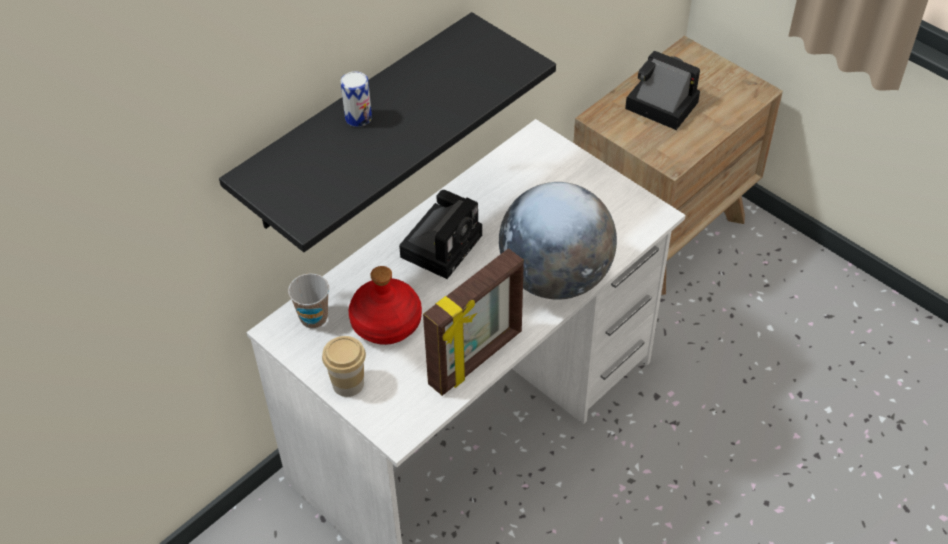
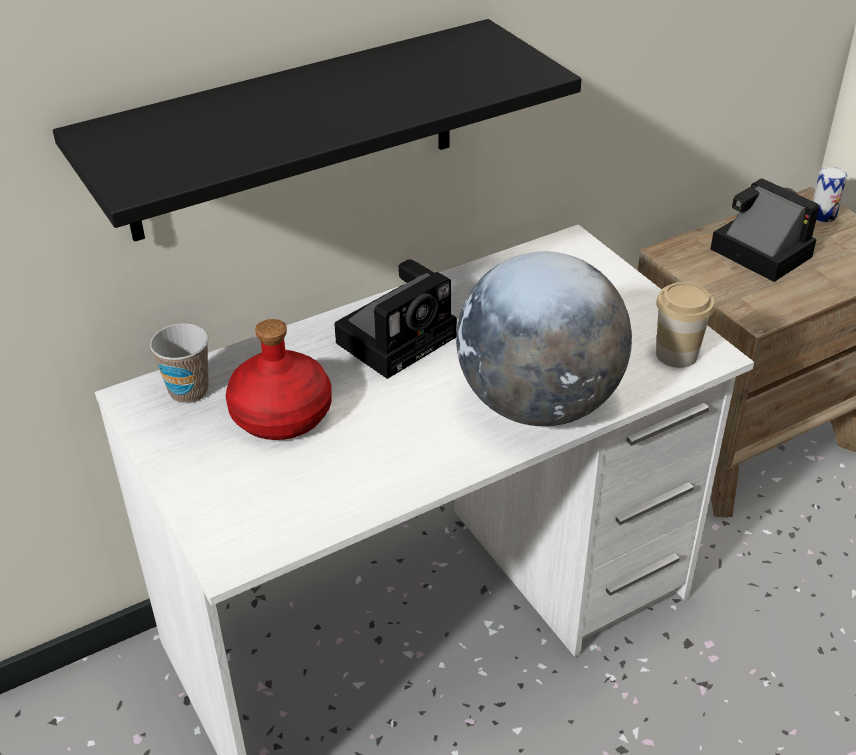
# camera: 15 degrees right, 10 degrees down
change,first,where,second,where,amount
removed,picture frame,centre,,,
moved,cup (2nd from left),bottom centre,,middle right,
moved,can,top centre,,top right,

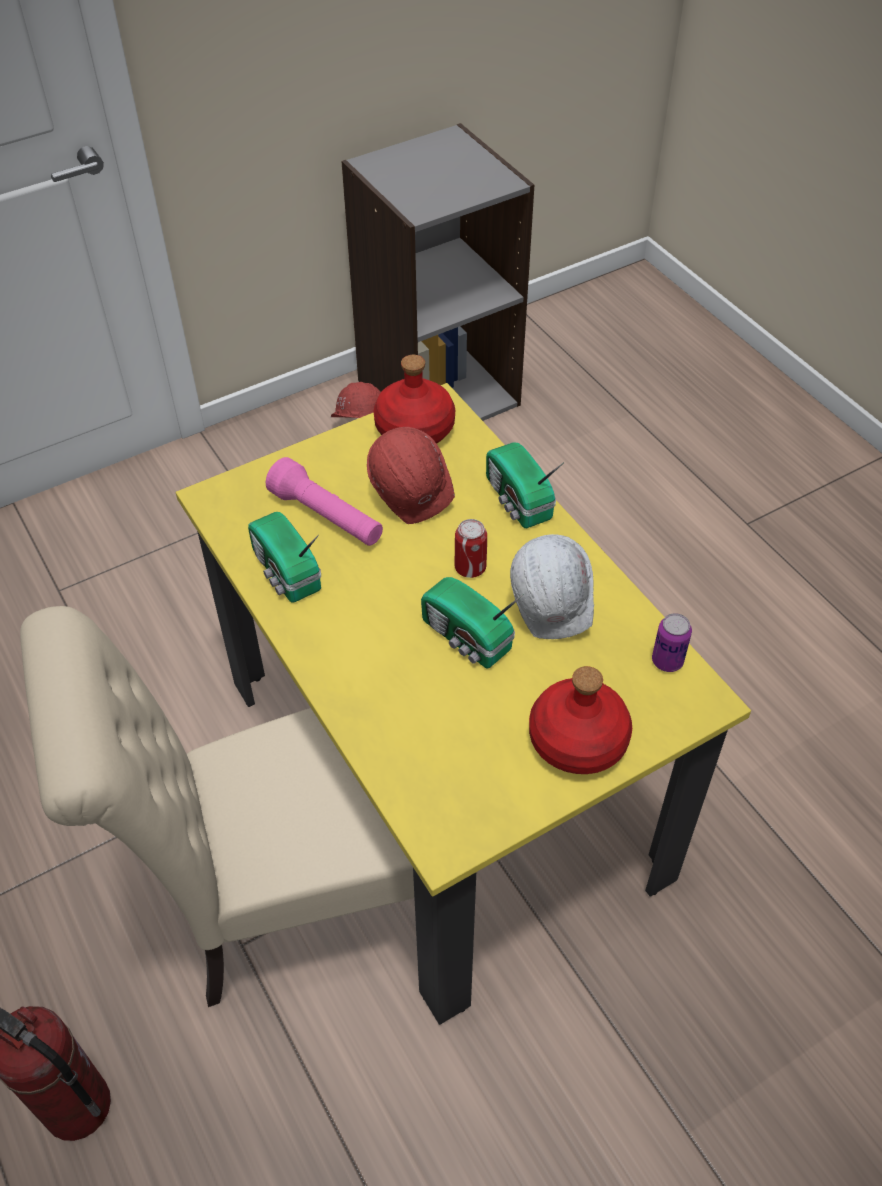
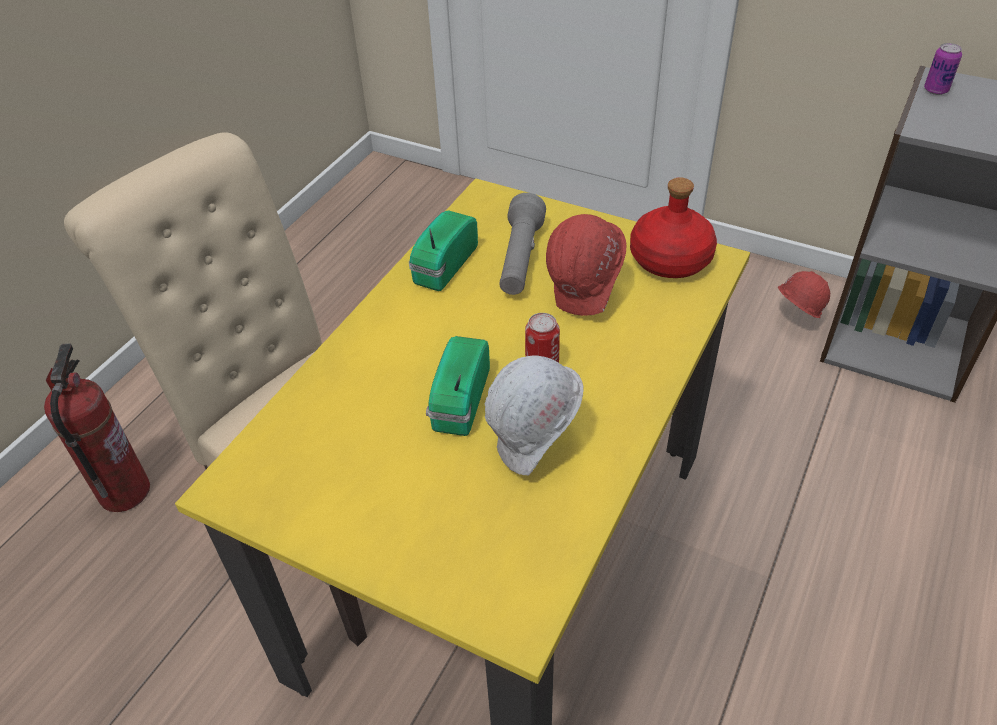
# camera: 60 degrees right, 5 degrees down
change,first,where,second,where,amount
removed,radio (3rd from left),centre,,,
removed,bottle (red) (2nd from left),centre,,,
moved,can (2nd from left),middle right,,top right,
recoloured,flashlight (pink),centre,flashlight (grey),centre,

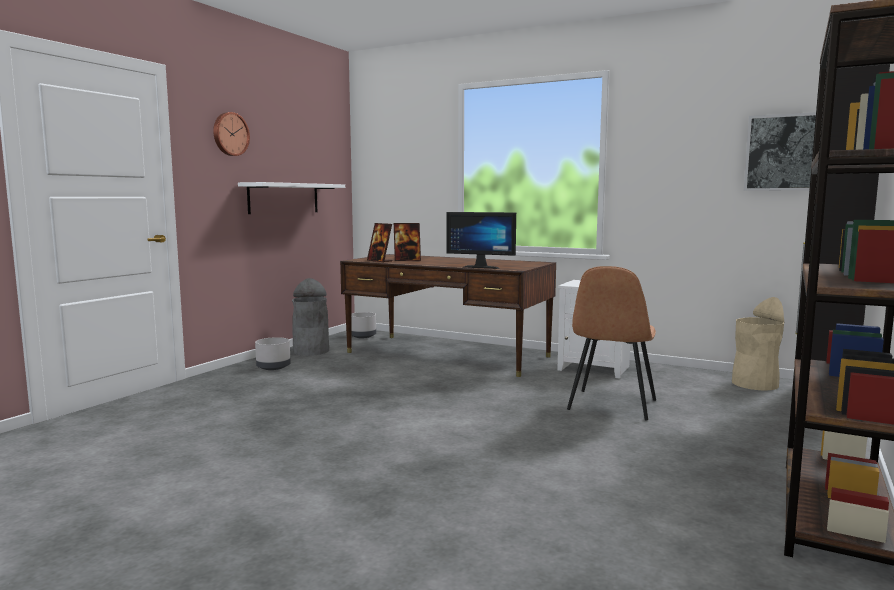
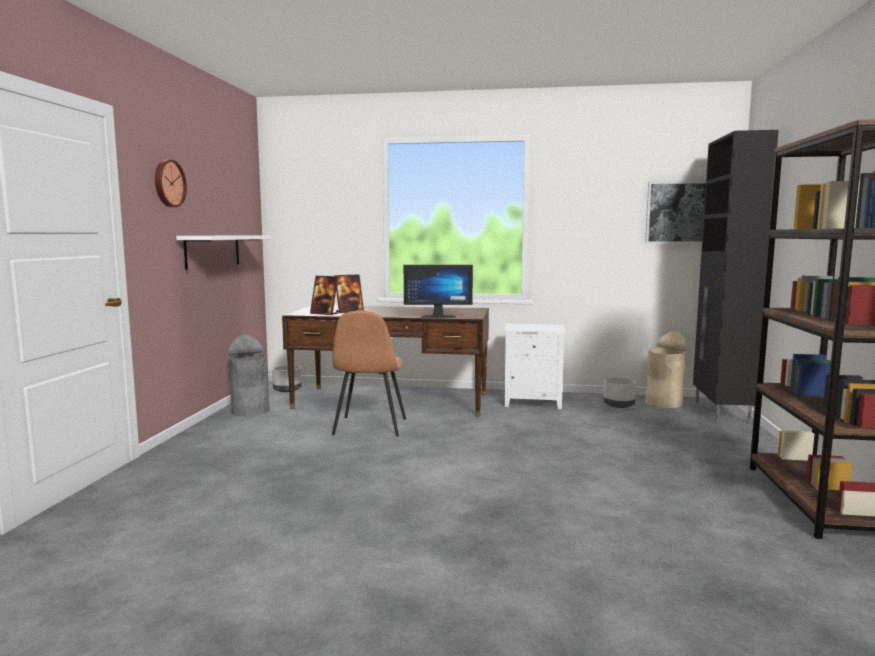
# camera: 20 degrees left, 0 degrees up
change,first,where,second,where,amount
moved,planter (grey) (1st from left in the first image),middle left,planter (grey) (2nd from left),middle right,
moved,chair (brown),middle right,,centre,

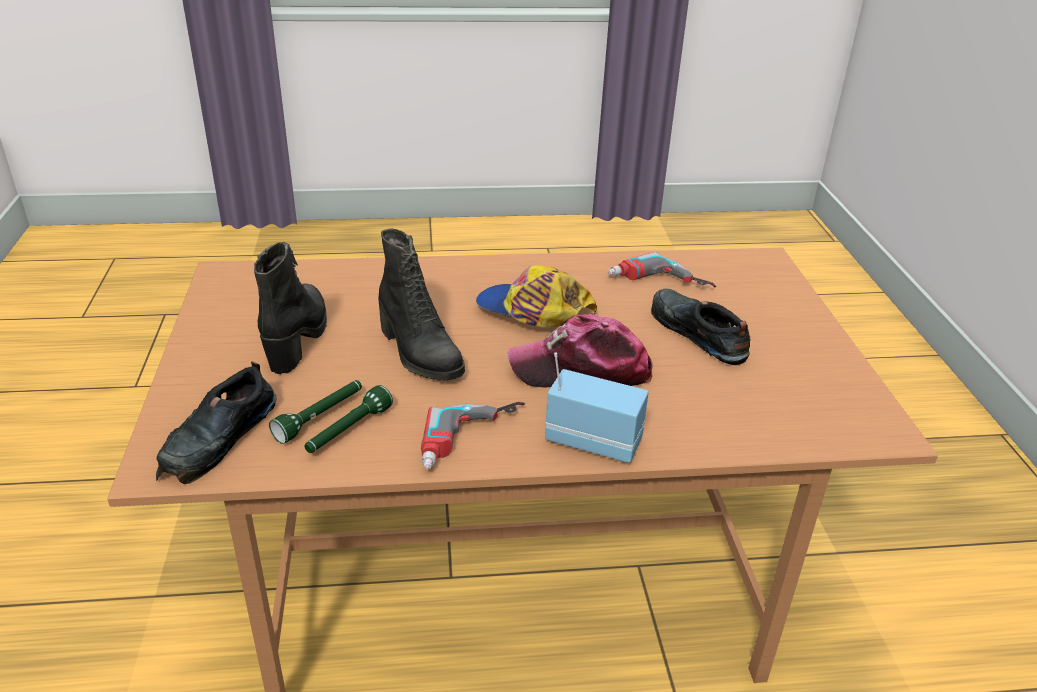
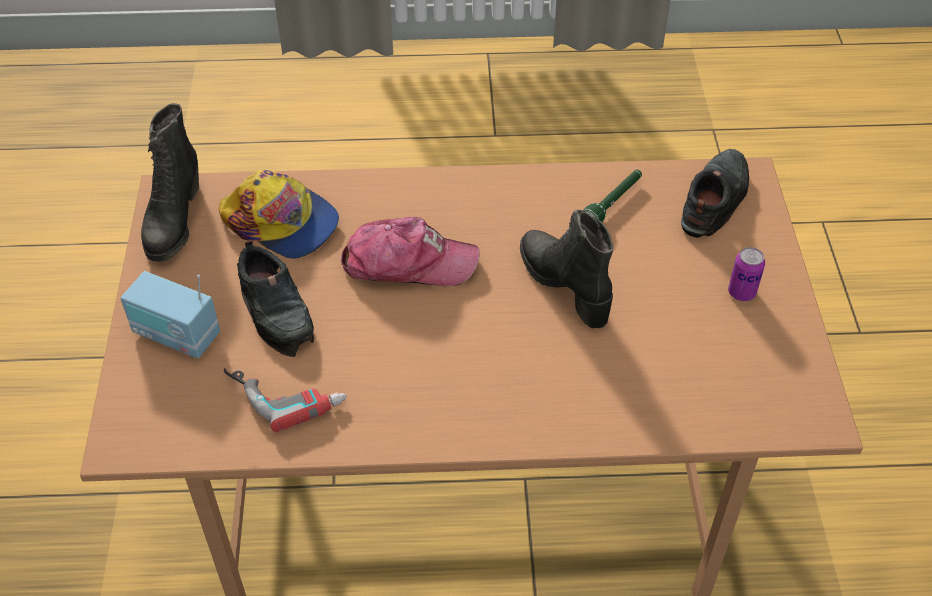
# camera: 175 degrees left, 15 degrees up
change,first,where,second,where,amount
removed,flashlight (green) (1st from left),middle left,,,
removed,power drill (1st from left),centre,,,
added,,,can,middle right,
moved,boot (black) (1st from left),middle left,,top left,
moved,cap (1st from left),centre,,middle left,
moved,radio,centre,,middle left,

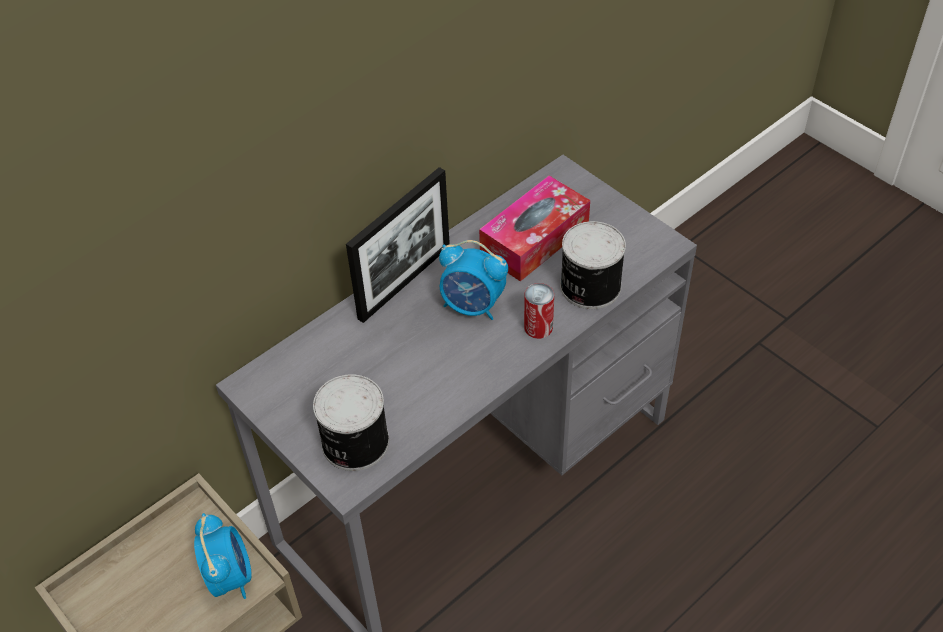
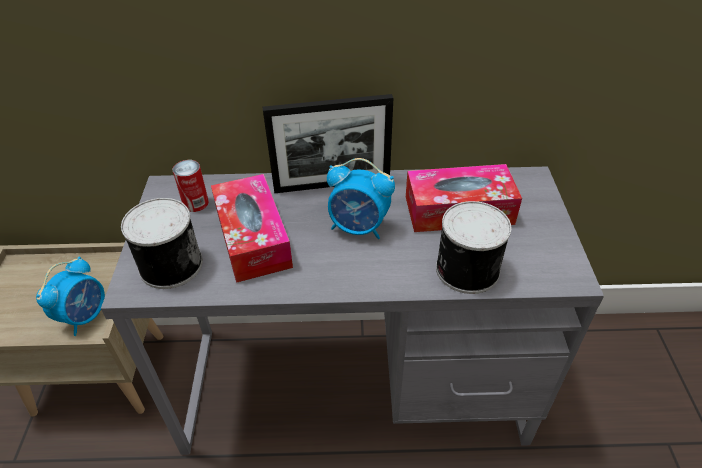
# camera: 40 degrees right, 5 degrees down
change,first,where,second,where,amount
added,,,tissue box (1st from left),centre,
moved,can (2nd from left),centre,,middle left,
turned,alarm clock (2nd from left),centre,,centre,45 degrees counterclockwise

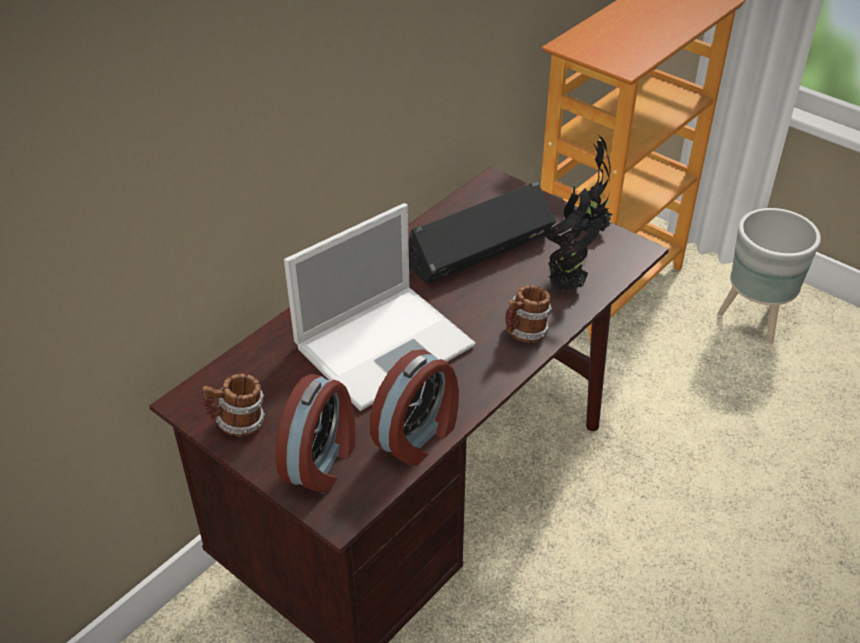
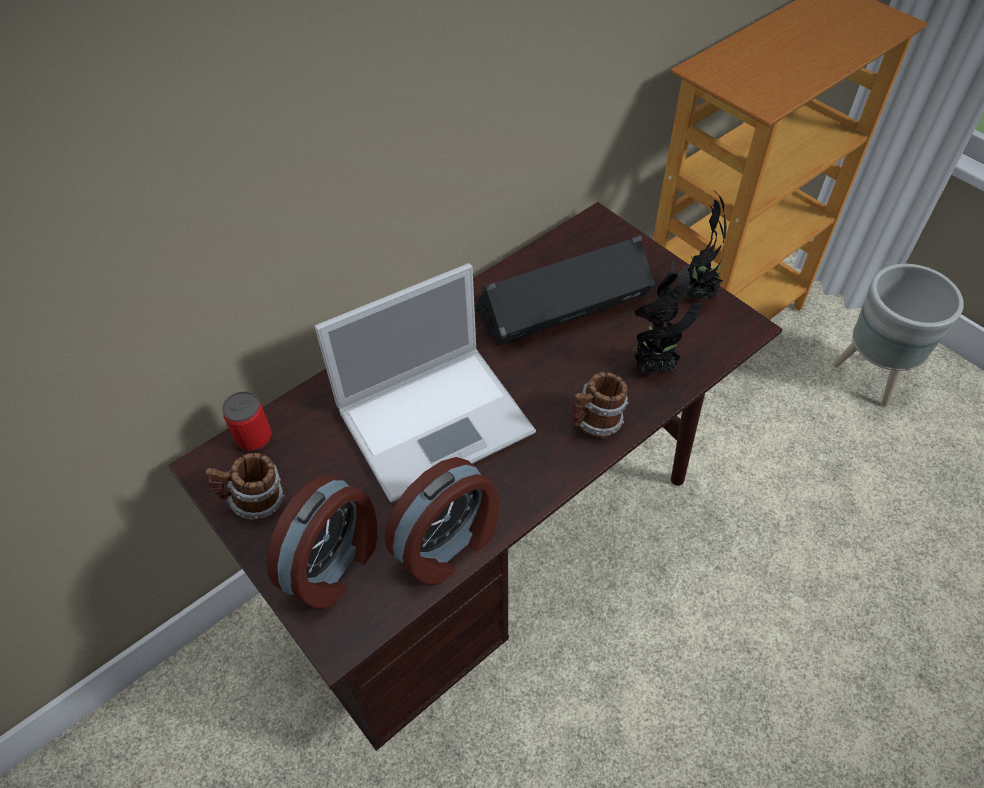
# camera: 10 degrees right, 10 degrees up
change,first,where,second,where,amount
added,,,can,middle left,

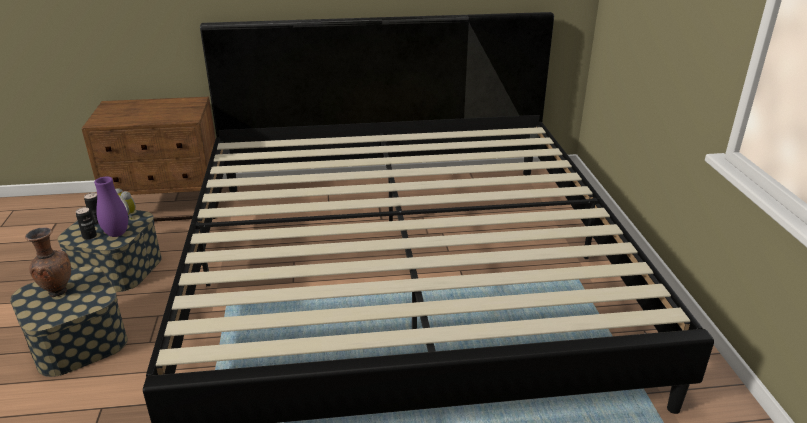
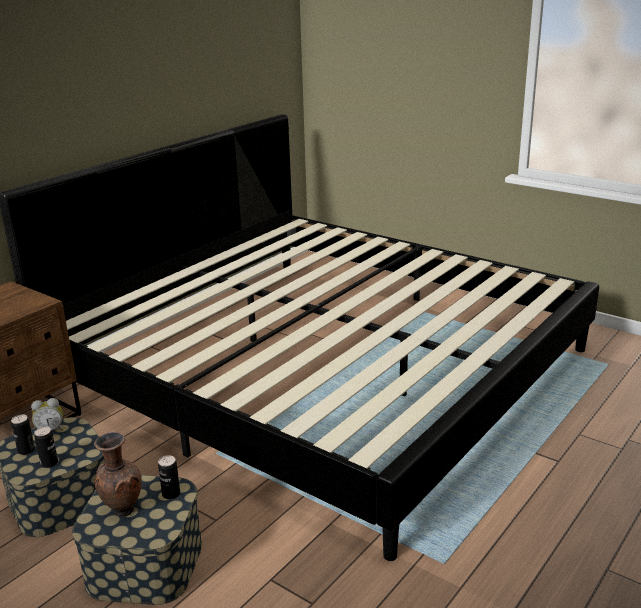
# camera: 45 degrees left, 5 degrees down
change,first,where,second,where,amount
removed,vase (purple),middle left,,,
added,,,can (3rd from left),bottom left,

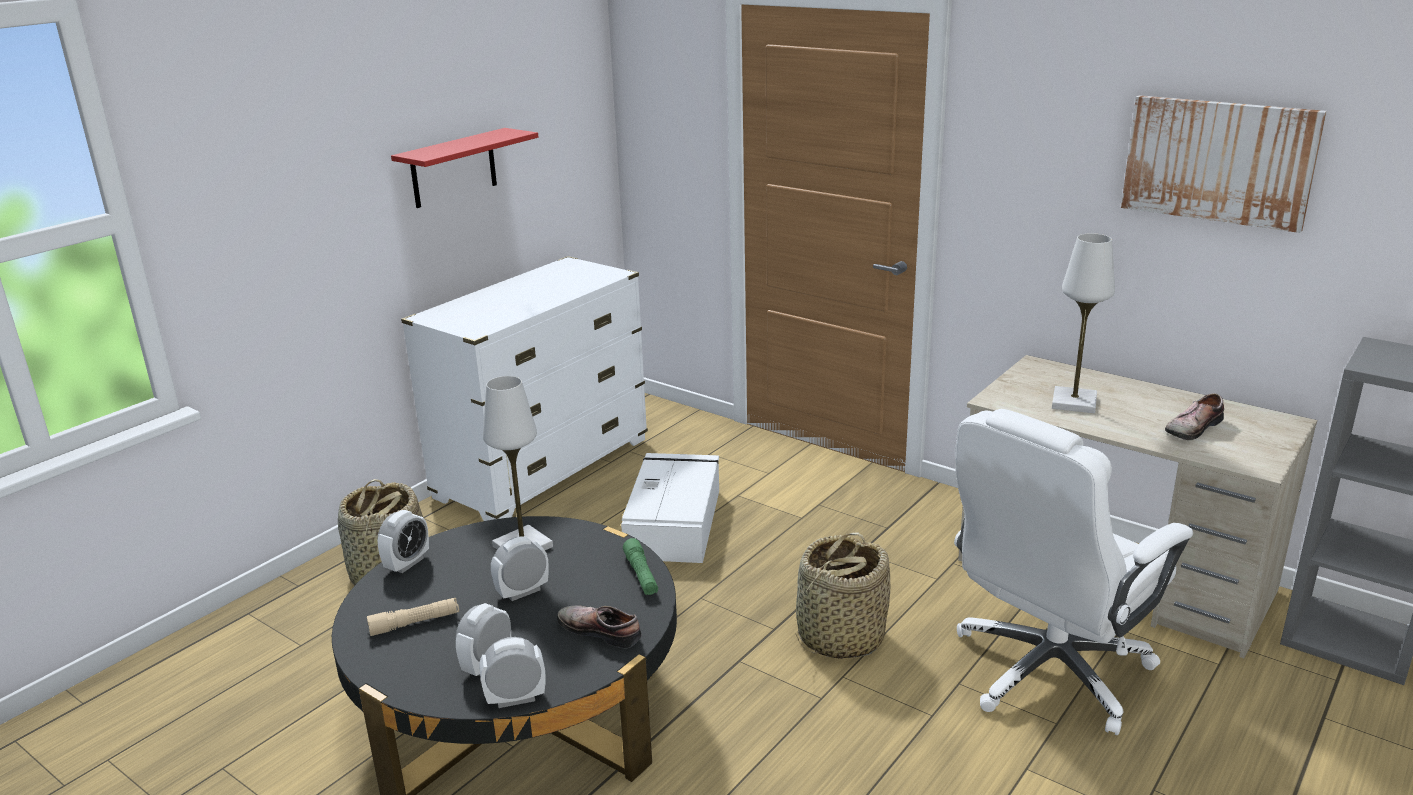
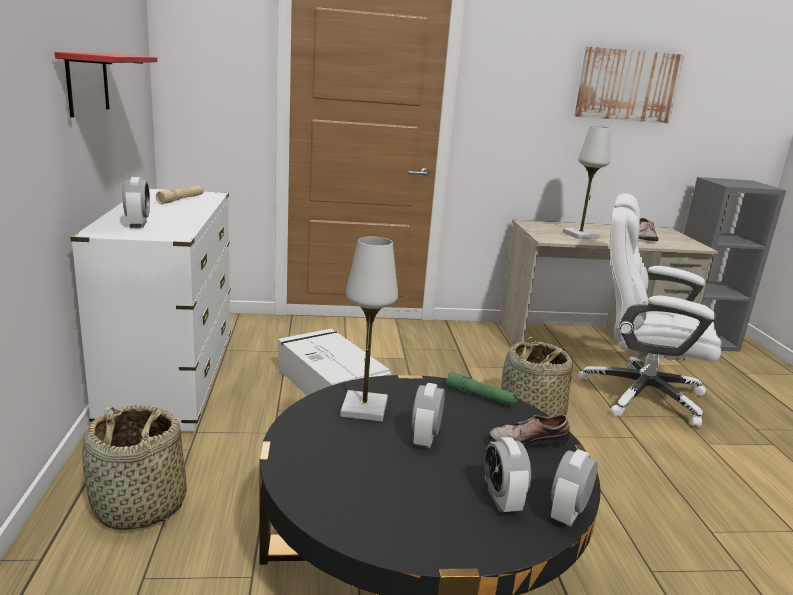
# camera: 45 degrees left, 5 degrees down
change,first,where,second,where,amount
moved,flashlight (beige),bottom left,,top left,
moved,alarm clock (1st from left),bottom left,,middle left,
turned,office chair (white),bottom right,,middle right,105 degrees clockwise

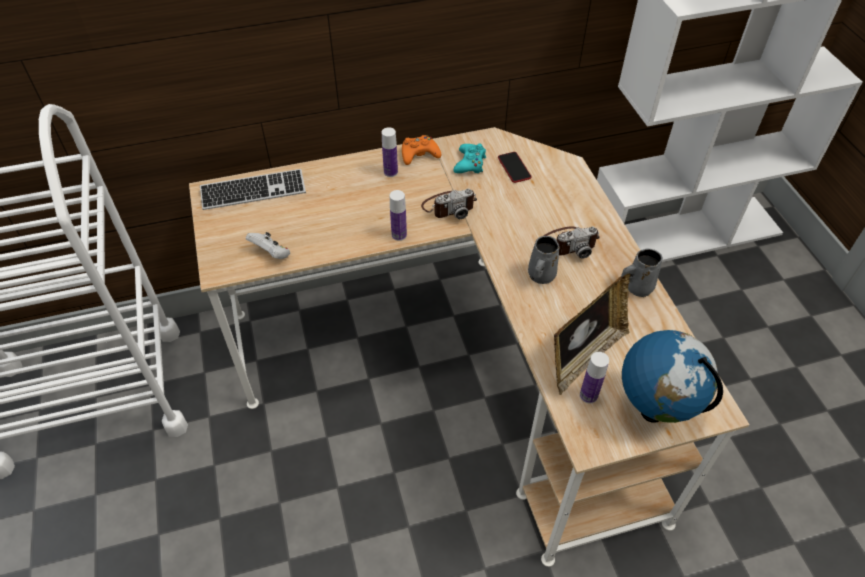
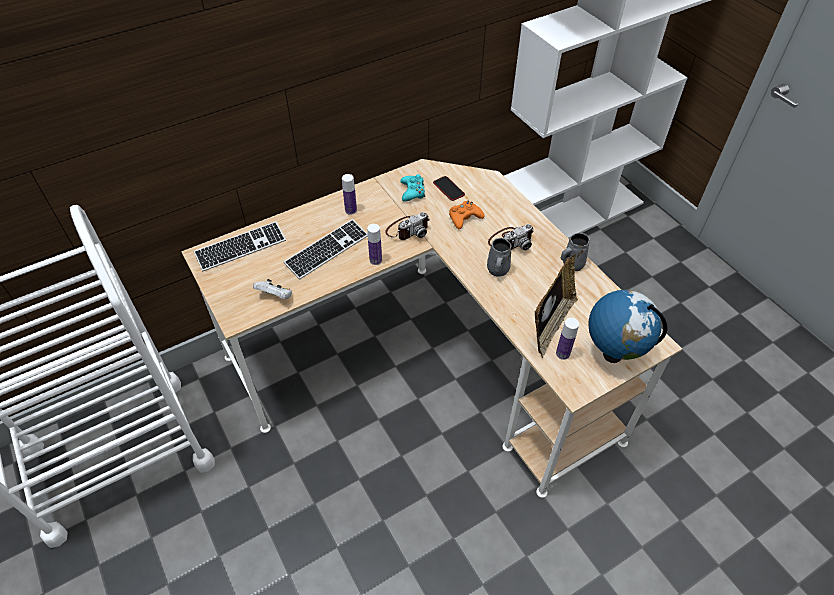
# camera: 15 degrees left, 0 degrees up
change,first,where,second,where,amount
added,,,keyboard (2nd from left),centre,
moved,game controller (orange),top centre,,centre,

